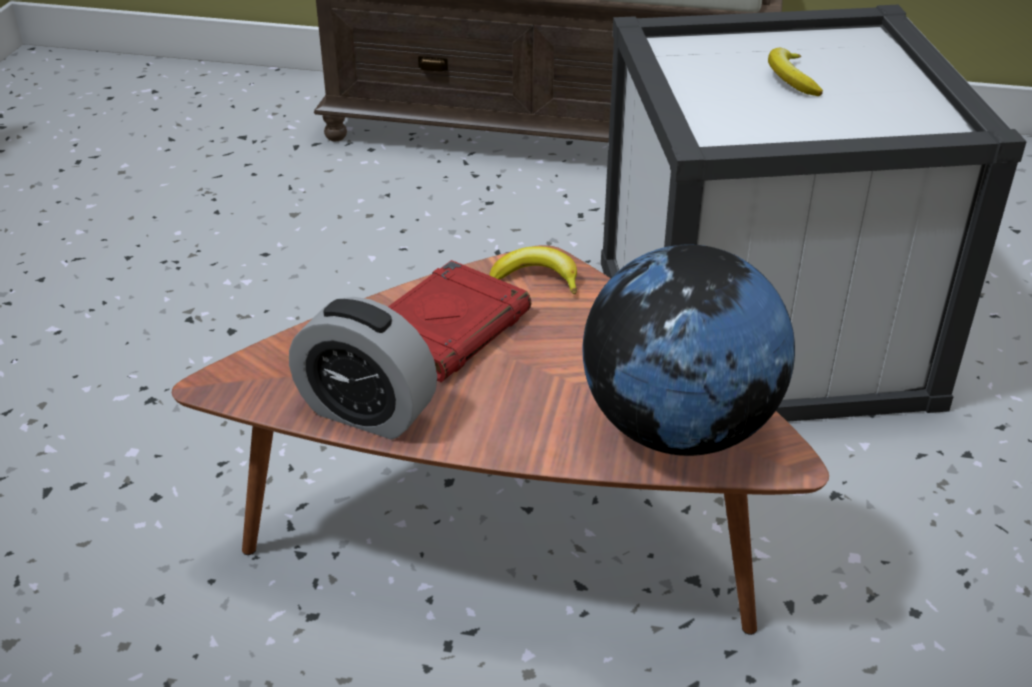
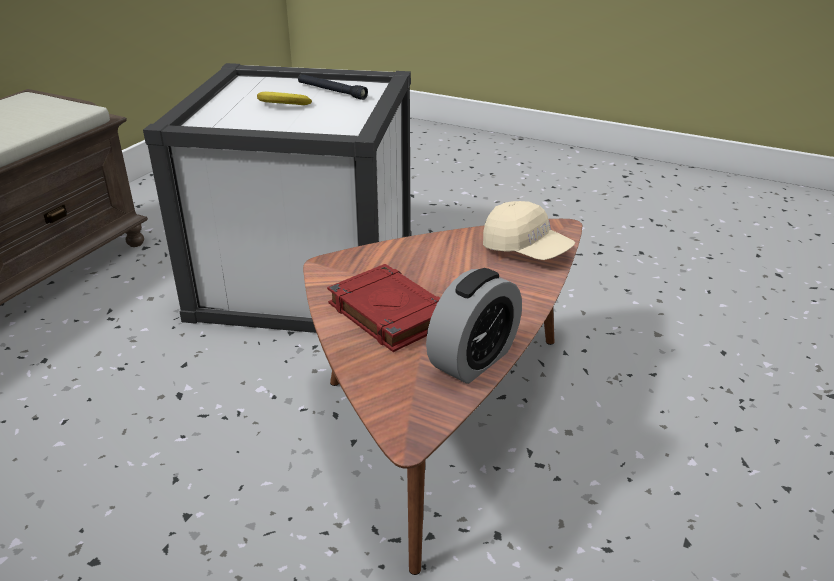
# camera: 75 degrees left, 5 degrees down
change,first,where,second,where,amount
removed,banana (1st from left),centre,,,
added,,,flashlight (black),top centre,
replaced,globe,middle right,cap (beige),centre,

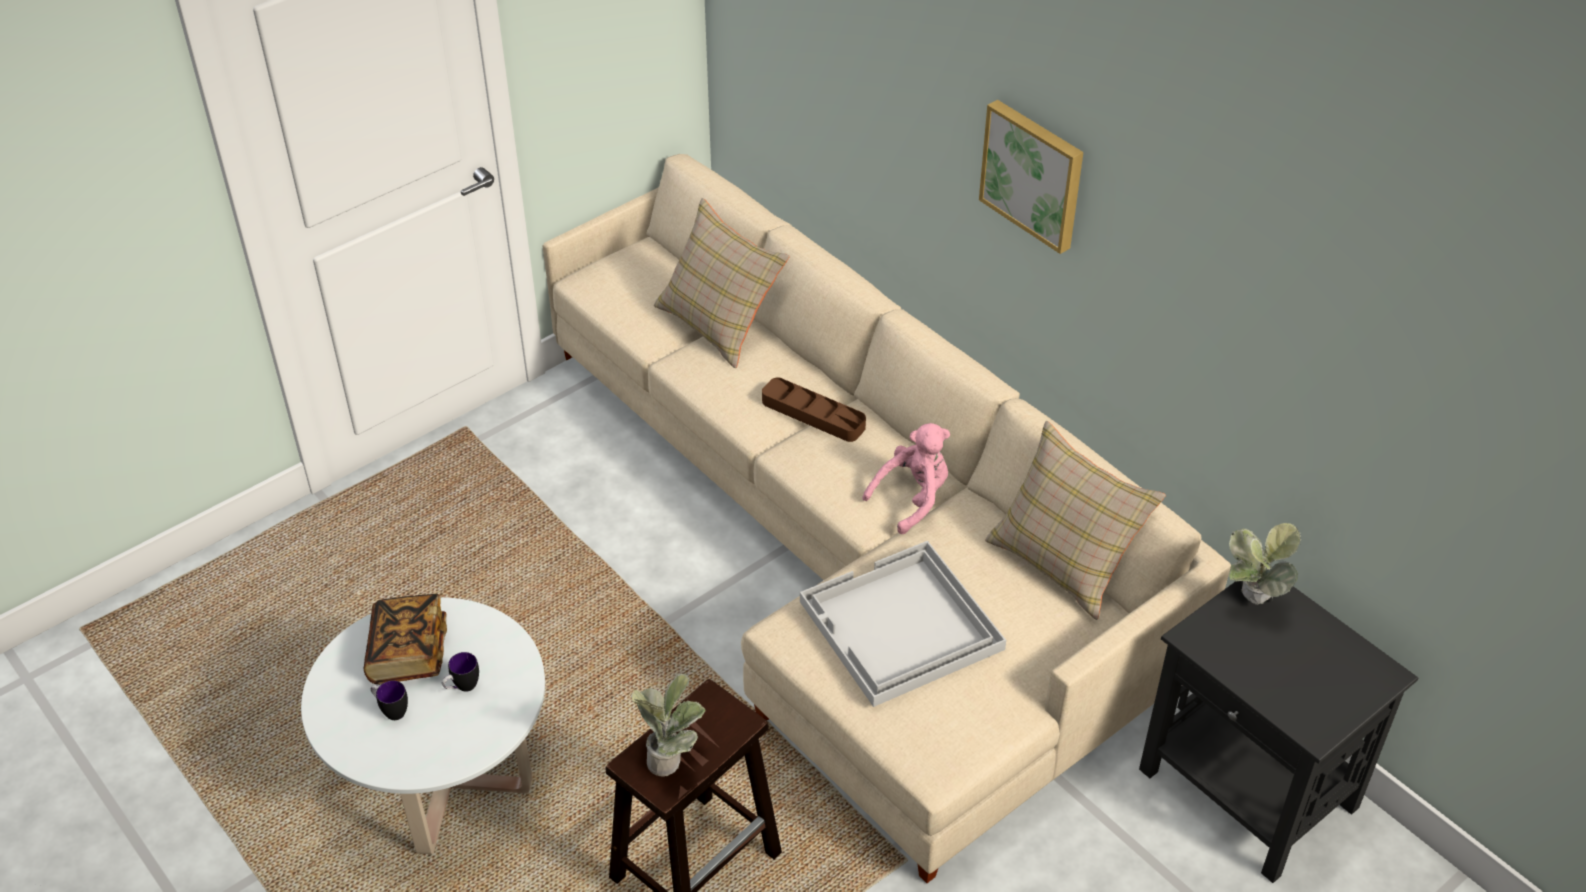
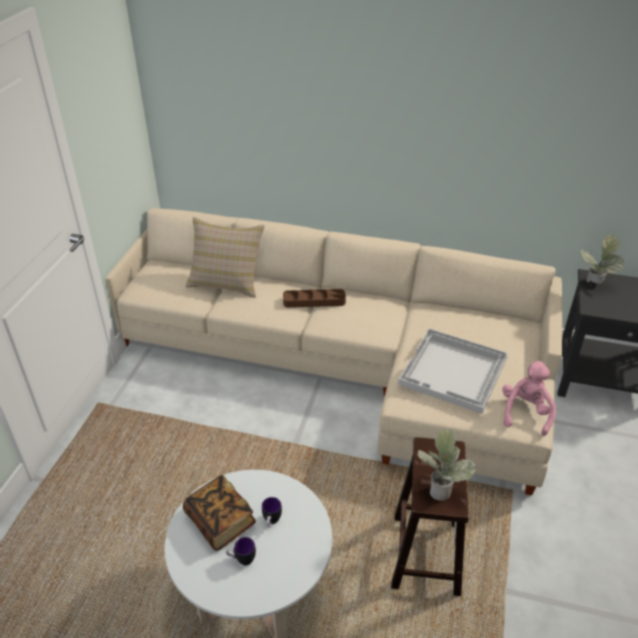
# camera: 35 degrees left, 5 degrees down
change,first,where,second,where,amount
removed,picture,top centre,,,
removed,pillow (beige) (2nd from left),middle right,,,
moved,plush toy (pink),centre,,middle right,

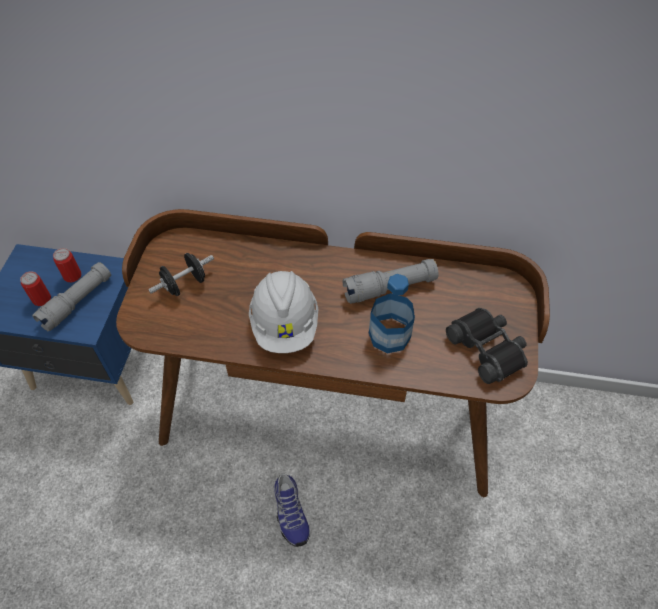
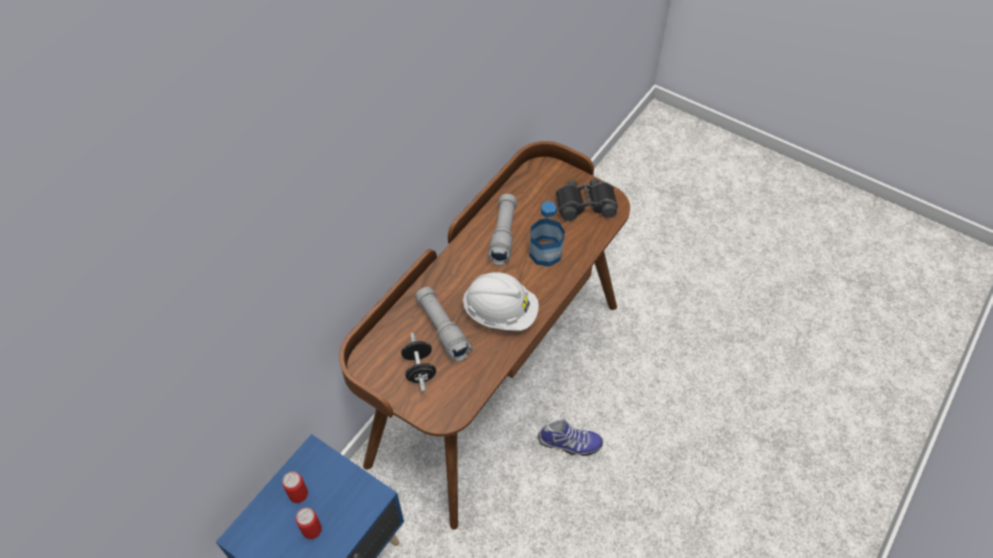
# camera: 65 degrees left, 0 degrees up
change,first,where,second,where,amount
moved,flashlight (grey) (1st from left),middle left,,centre,

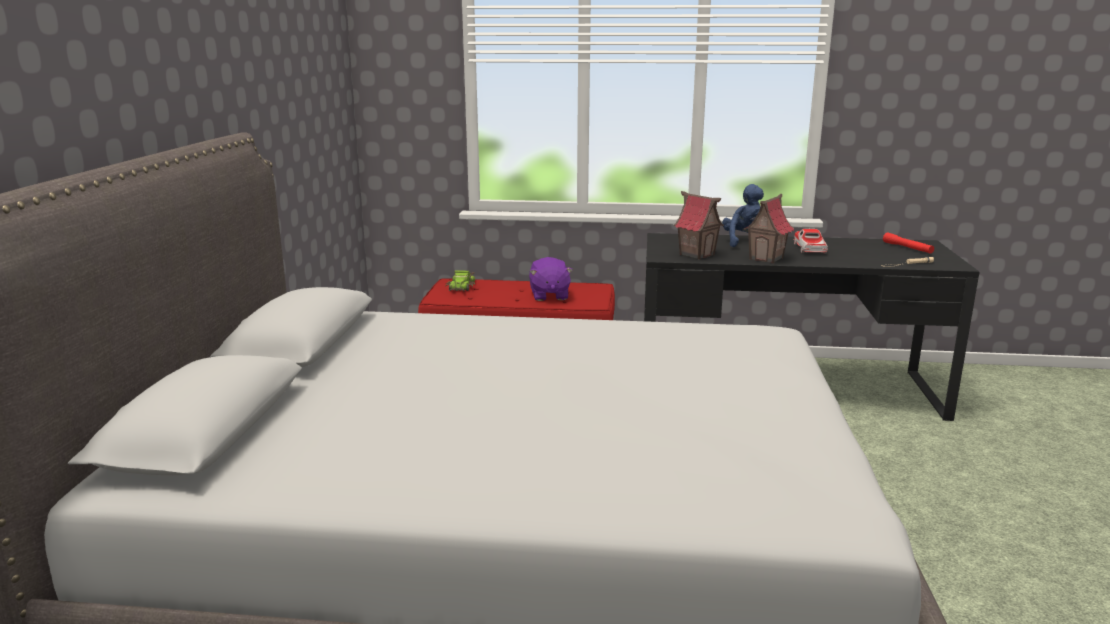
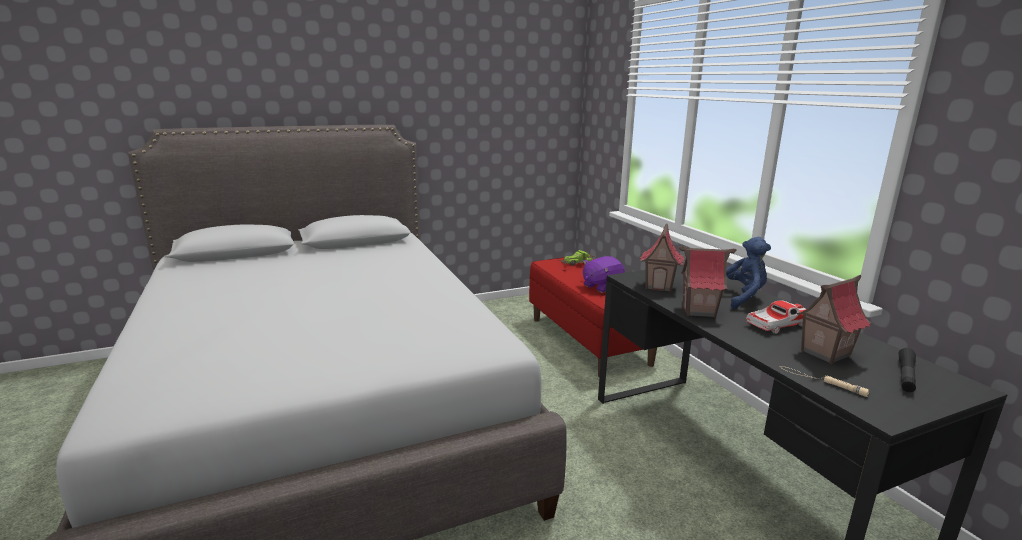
# camera: 60 degrees right, 0 degrees up
change,first,where,second,where,amount
added,,,toy house (3rd from left),middle right,
recoloured,flashlight (red),middle right,flashlight (black),bottom right,

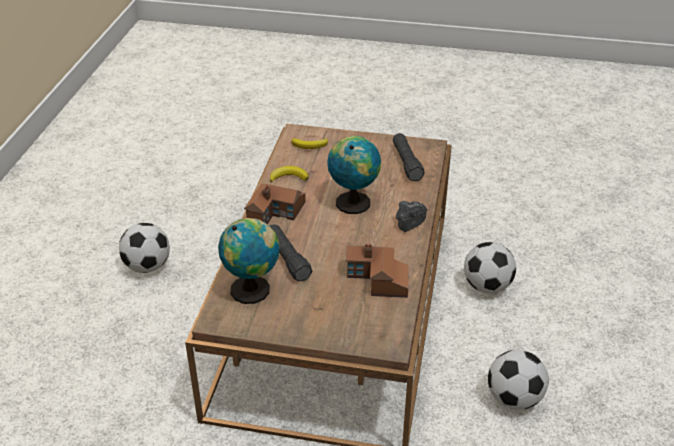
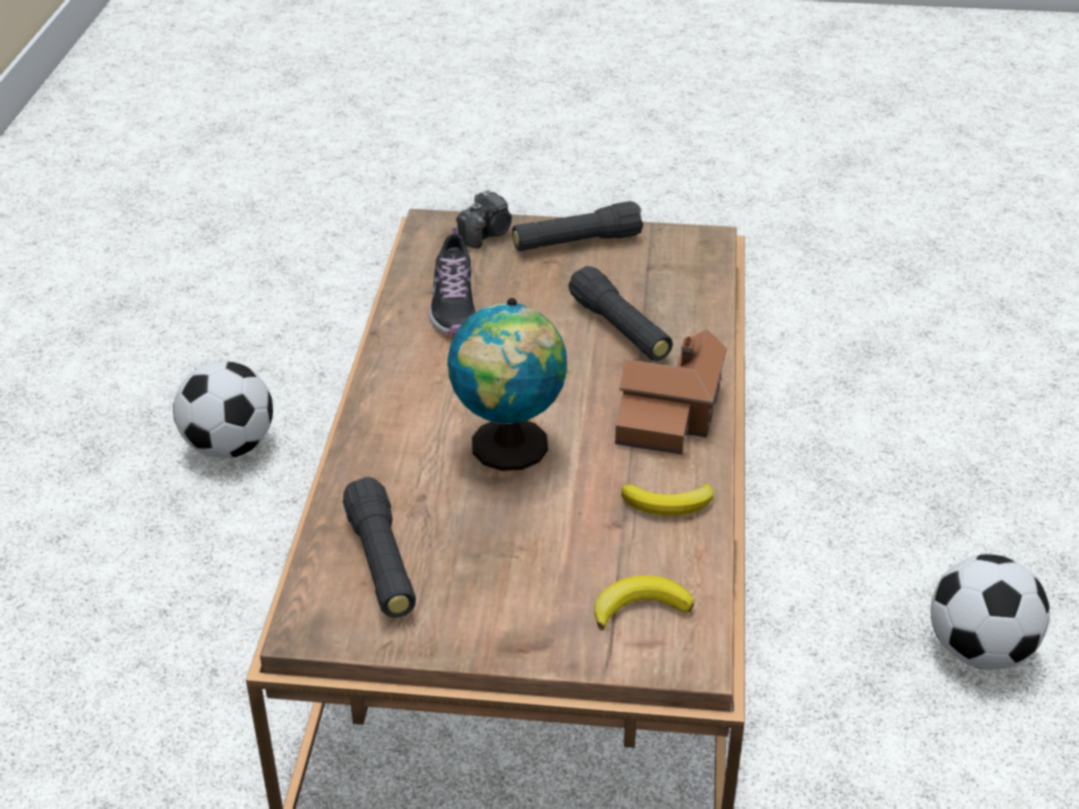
# camera: 175 degrees right, 0 degrees up
change,first,where,second,where,amount
removed,globe (1st from left),centre,,,
removed,football (2nd from left),middle right,,,
added,,,flashlight (black) (2nd from left),top centre,
moved,photo camera,centre,,top centre,
replaced,toy house (2nd from left),centre,shoe,centre,

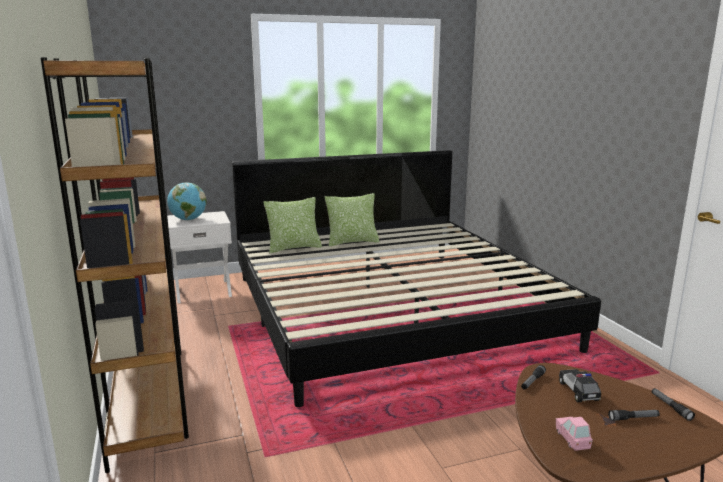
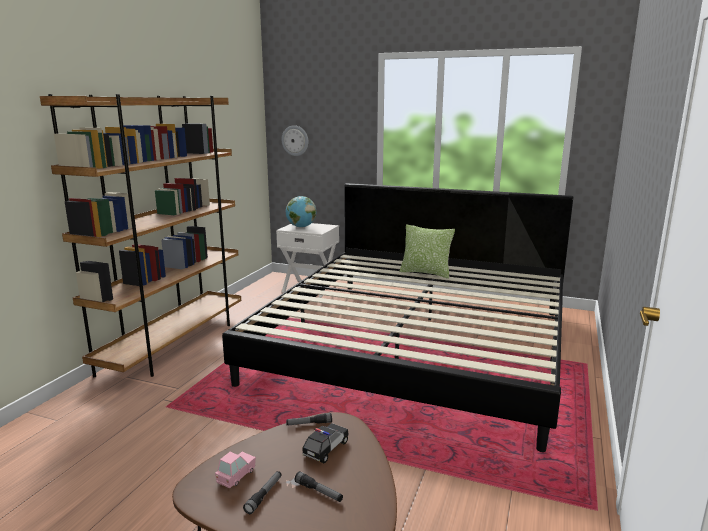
# camera: 40 degrees right, 0 degrees up
change,first,where,second,where,amount
removed,pillow (1st from left),centre,,,
added,,,wall clock,top centre,
moved,flashlight (3rd from left in the first image),bottom right,flashlight (1st from left),bottom centre,

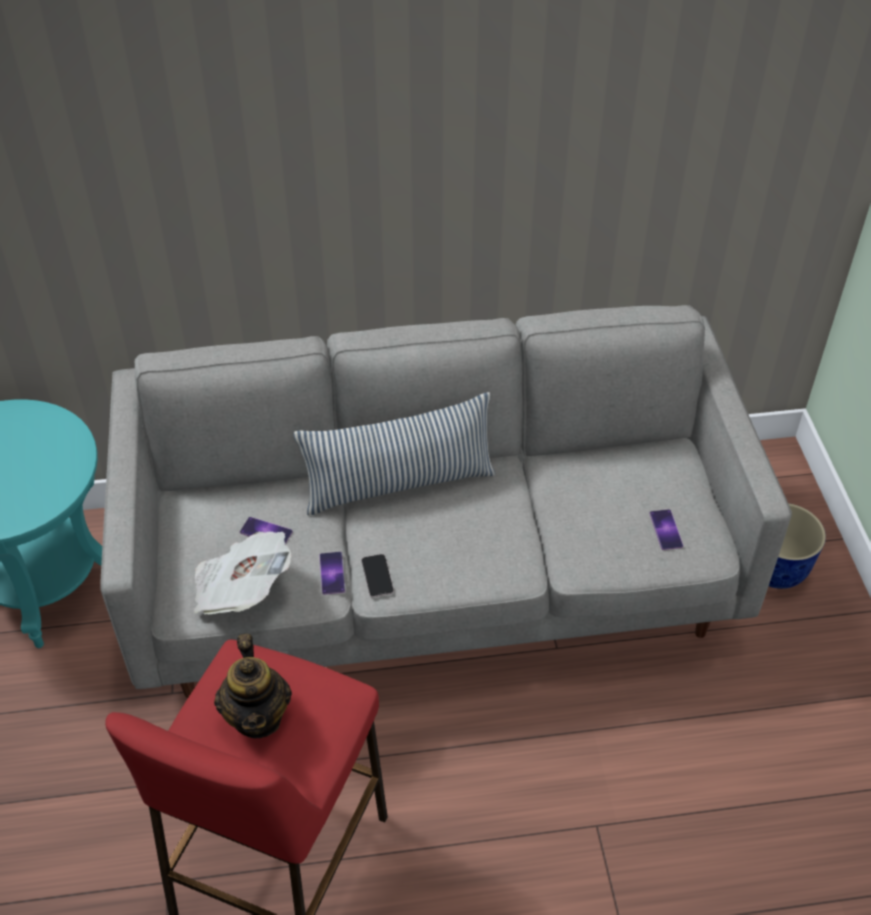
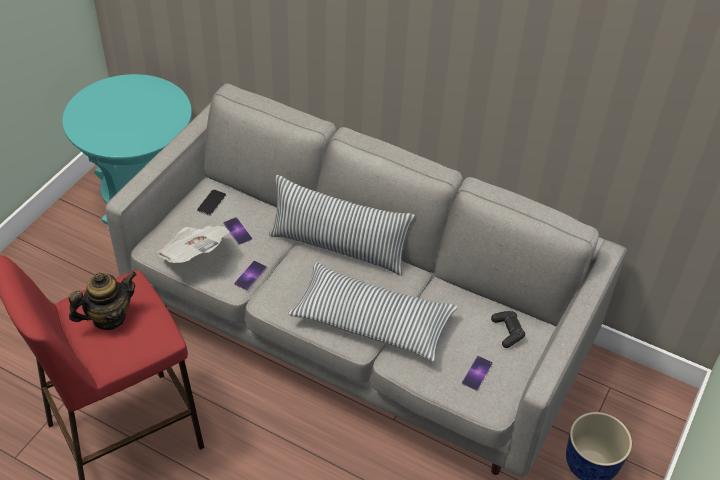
# camera: 35 degrees right, 0 degrees up
change,first,where,second,where,amount
added,,,pillow (2nd from left),centre,
added,,,game controller (black),bottom right,
moved,phone (3rd from left in the first image),centre,phone (1st from left),middle left,
turned,teapot,bottom left,,middle left,150 degrees counterclockwise

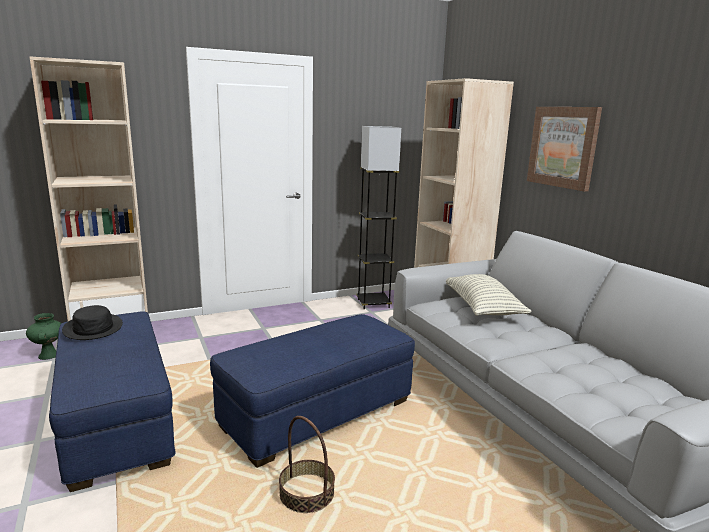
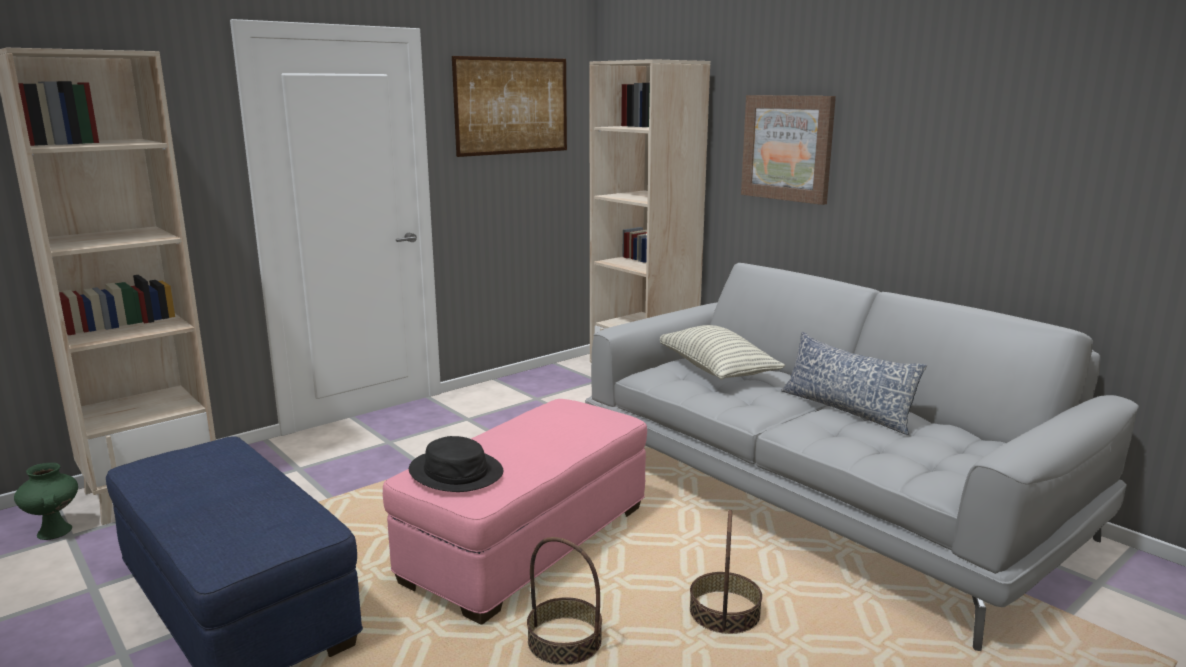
# camera: 15 degrees left, 0 degrees up
change,first,where,second,where,amount
removed,floor lamp (grey),centre,,,
added,,,picture (1st from left),top centre,
added,,,basket (2nd from left),bottom centre,
added,,,pillow (2nd from left),middle right,
moved,hat (black),middle left,,bottom centre,
recoloured,ottoman (blue) (2nd from left),bottom centre,ottoman (pink),bottom centre,

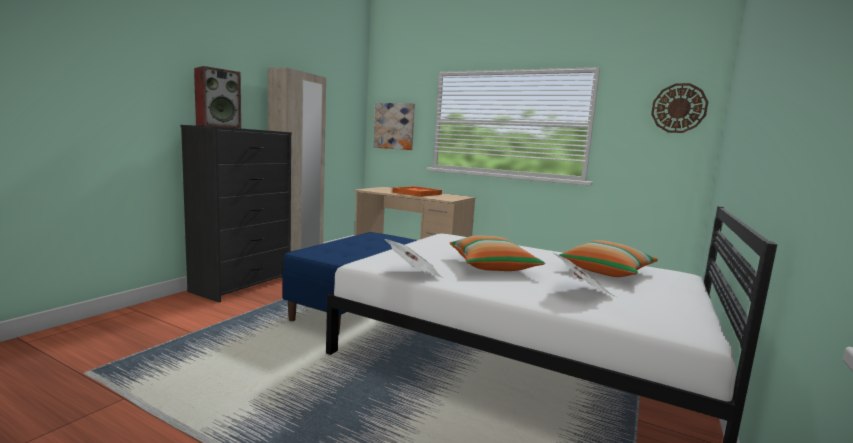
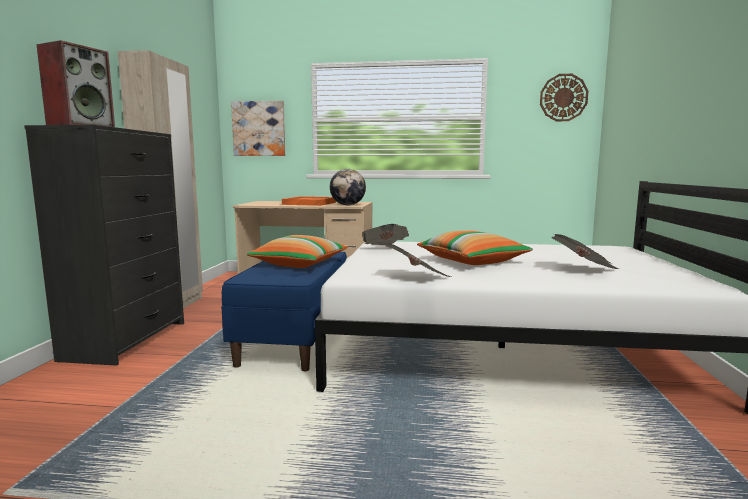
# camera: 20 degrees left, 0 degrees up
change,first,where,second,where,amount
added,,,globe,centre,
added,,,newspaper (1st from left),centre,
moved,pillow (2nd from left in the first image),middle right,pillow (1st from left),centre,

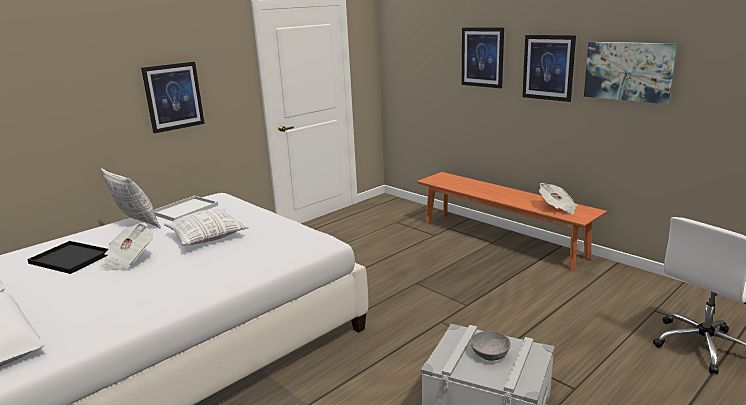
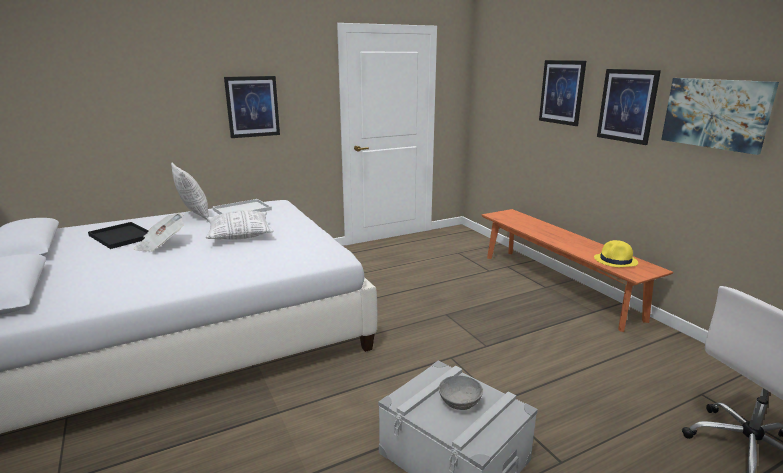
# camera: 15 degrees right, 0 degrees up
change,first,where,second,where,amount
replaced,newspaper (2nd from left),middle right,hat (yellow),middle right,

